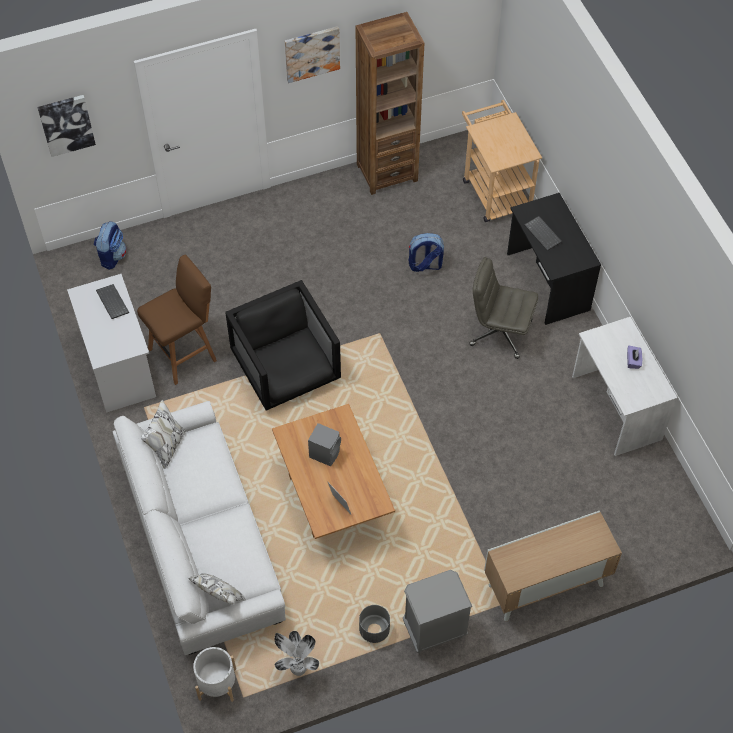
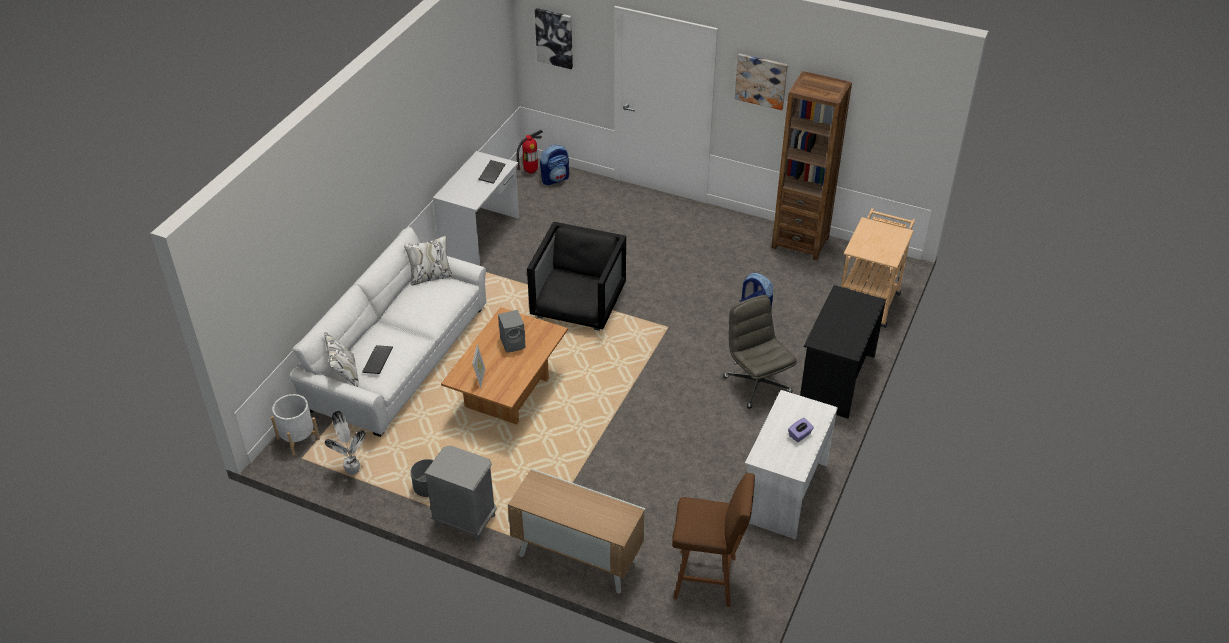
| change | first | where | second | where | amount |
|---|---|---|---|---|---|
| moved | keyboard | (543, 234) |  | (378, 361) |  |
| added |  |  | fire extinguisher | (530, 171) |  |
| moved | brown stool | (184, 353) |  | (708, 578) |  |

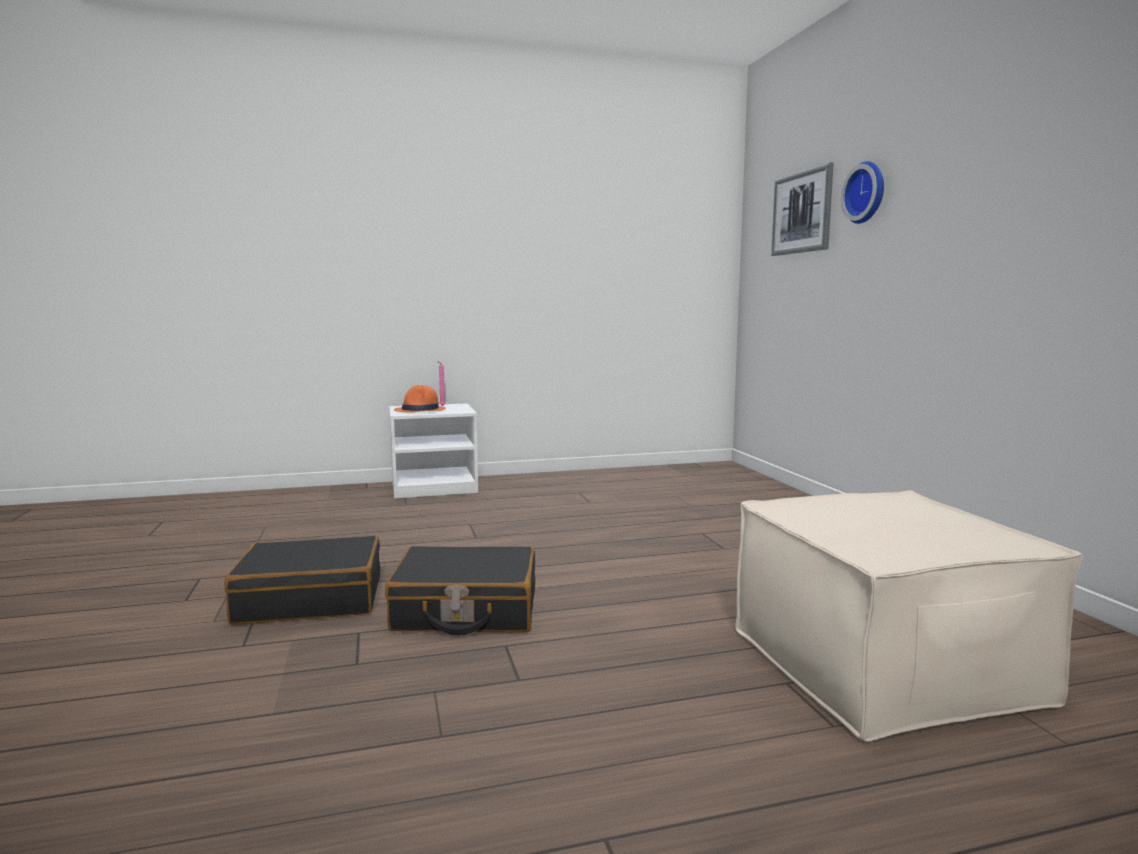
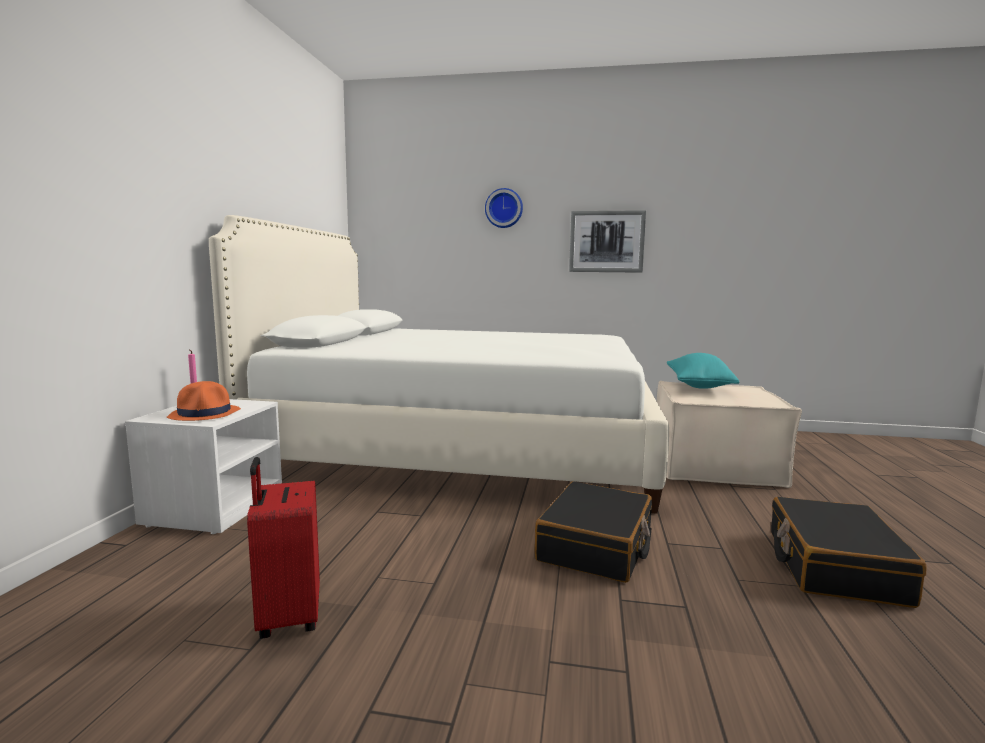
| change | first | where | second | where | amount |
|---|---|---|---|---|---|
| added |  |  | white bed | (463, 448) |  |
| added |  |  | red suitcase | (287, 617) |  |
| moved | picture | (802, 212) |  | (606, 241) |  |
| added |  |  | turquoise pillow | (698, 386) |  |
| moved | black suitcase | (311, 599) |  | (834, 566) |  |

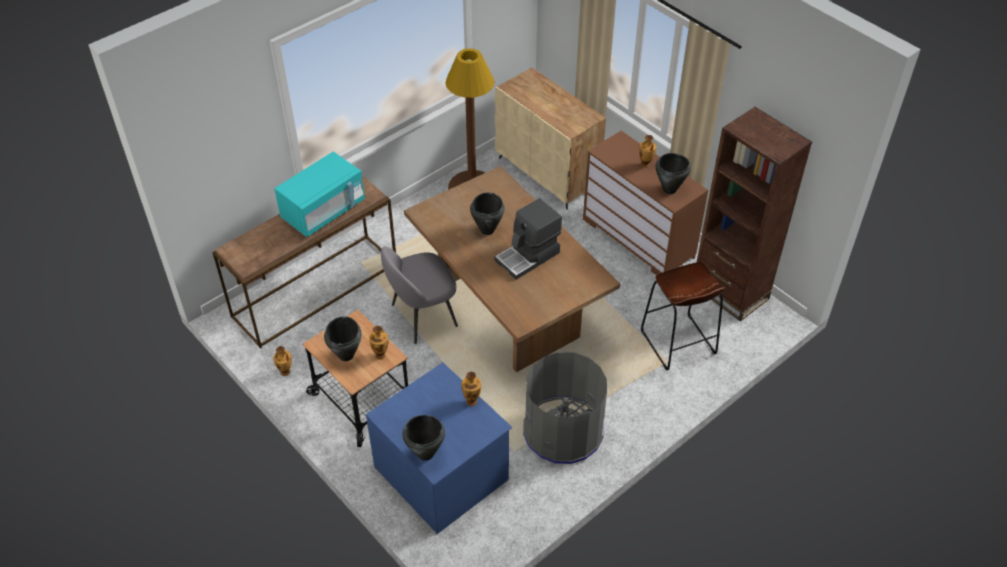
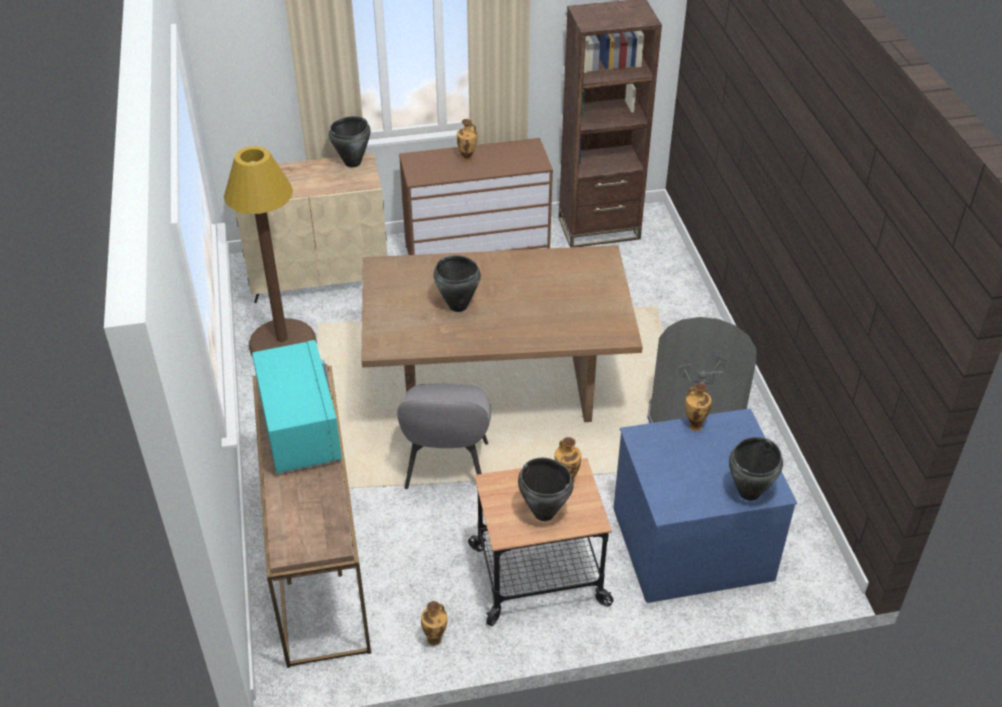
| change | first | where | second | where | amount |
|---|---|---|---|---|---|
| moved | black cooking pot | (670, 189) |  | (353, 163) |  |
| removed | coffee machine | (528, 257) |  |  |  |
| removed | brown stool | (678, 342) |  |  |  |

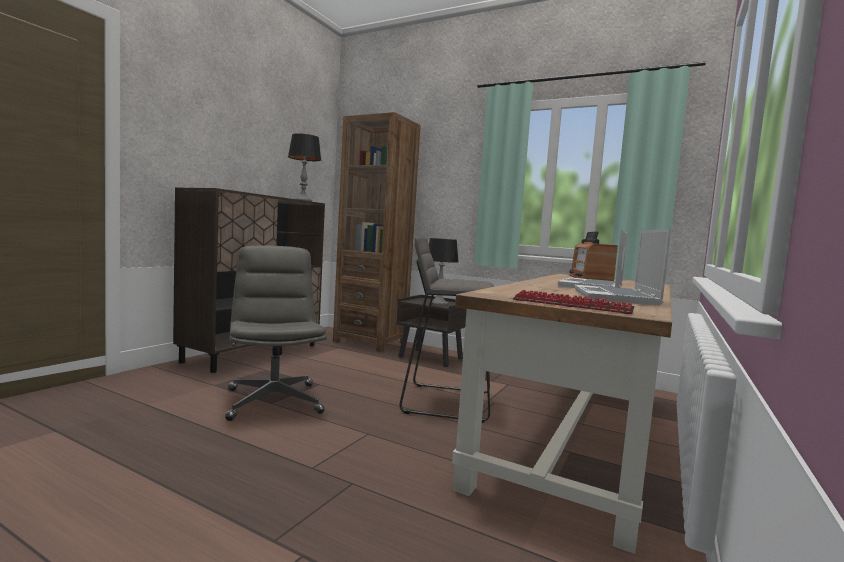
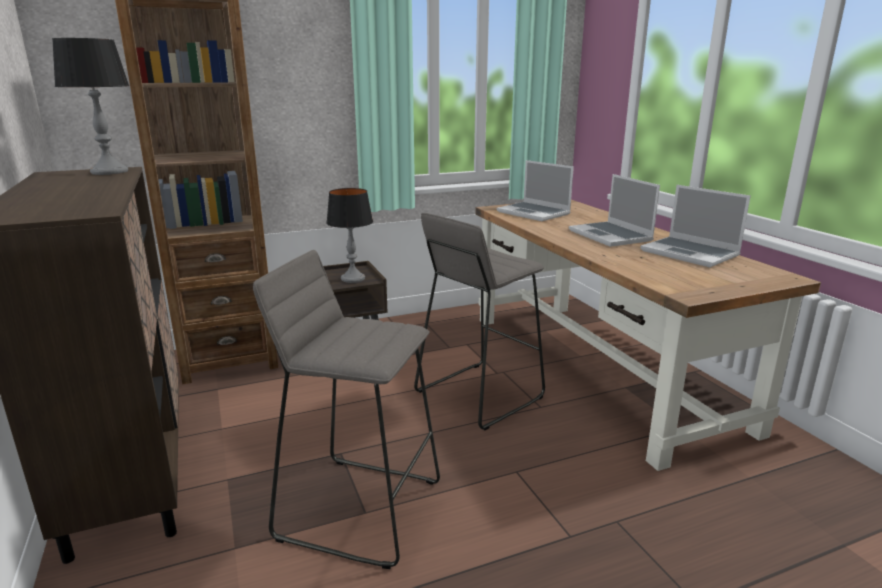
| change | first | where | second | where | amount |
|---|---|---|---|---|---|
| replaced | grey office chair | (273, 400) | grey stool | (360, 508) |  |
| replaced | radio | (590, 278) | laptop | (534, 213) |  |
| removed | keyboard | (571, 305) |  |  |  |

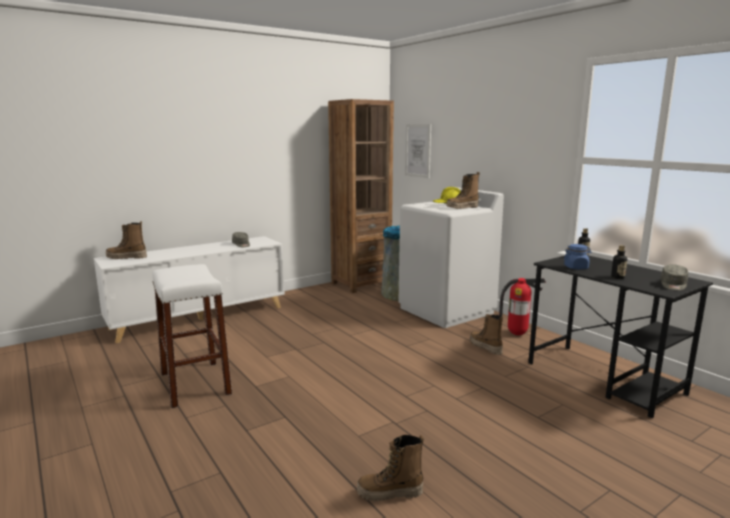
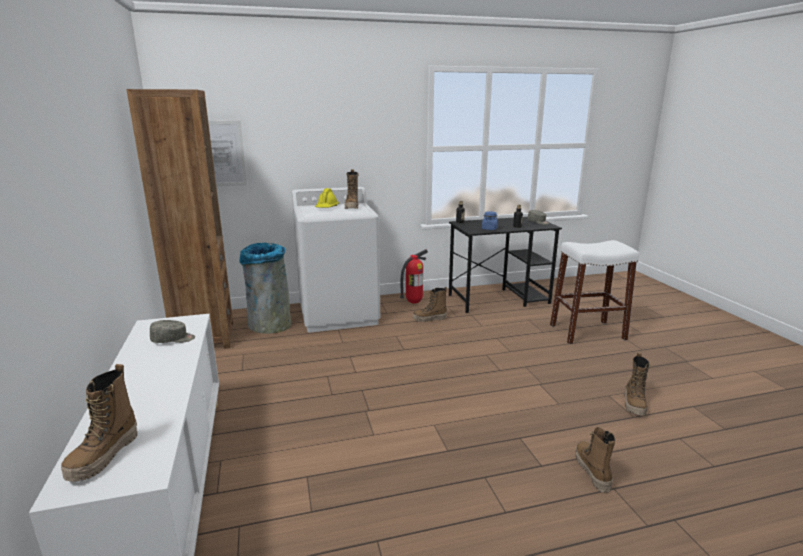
| change | first | where | second | where | amount |
|---|---|---|---|---|---|
| moved | white stool | (195, 384) |  | (587, 332) |  |
| added |  |  | boot | (592, 471) |  |

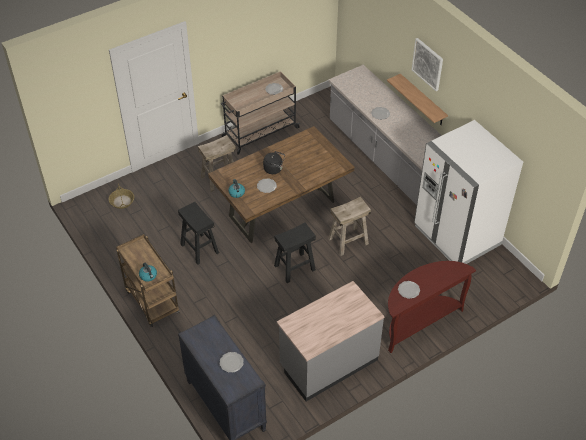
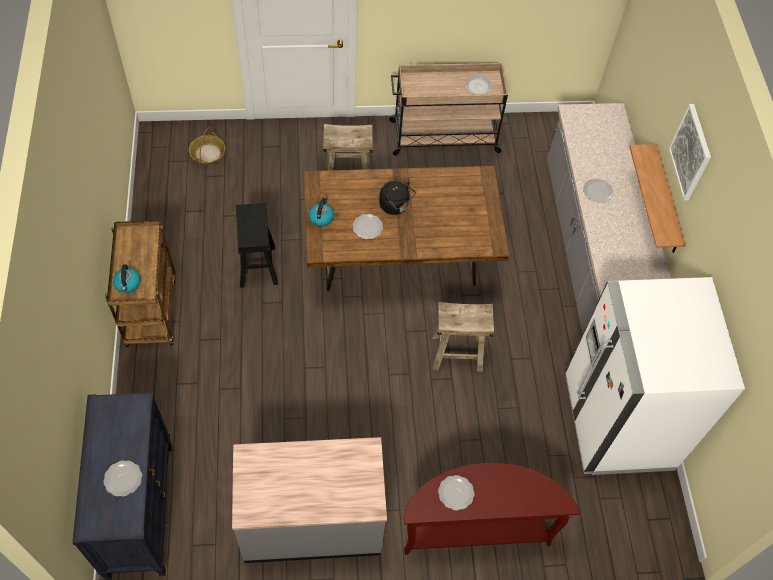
| change | first | where | second | where | amount |
|---|---|---|---|---|---|
| removed | black stool | (294, 268) |  |  |  |

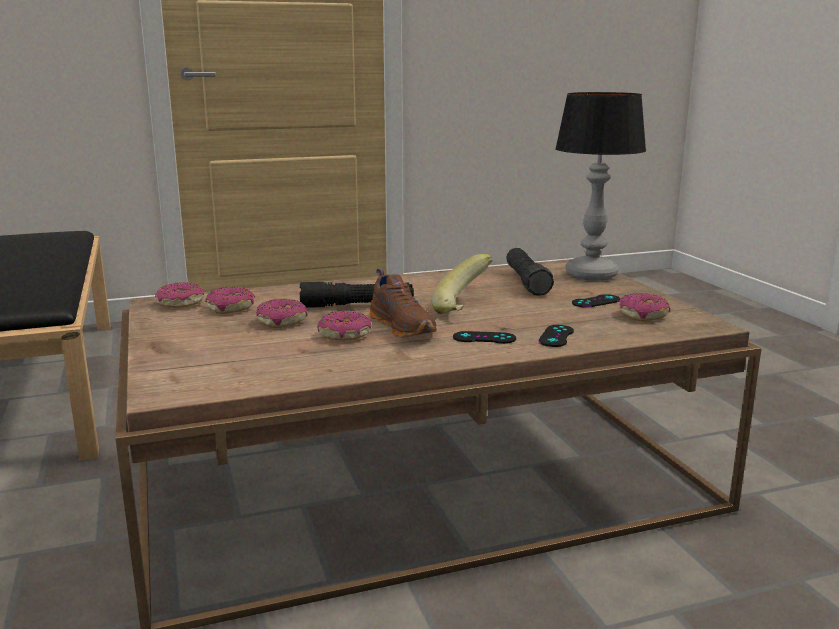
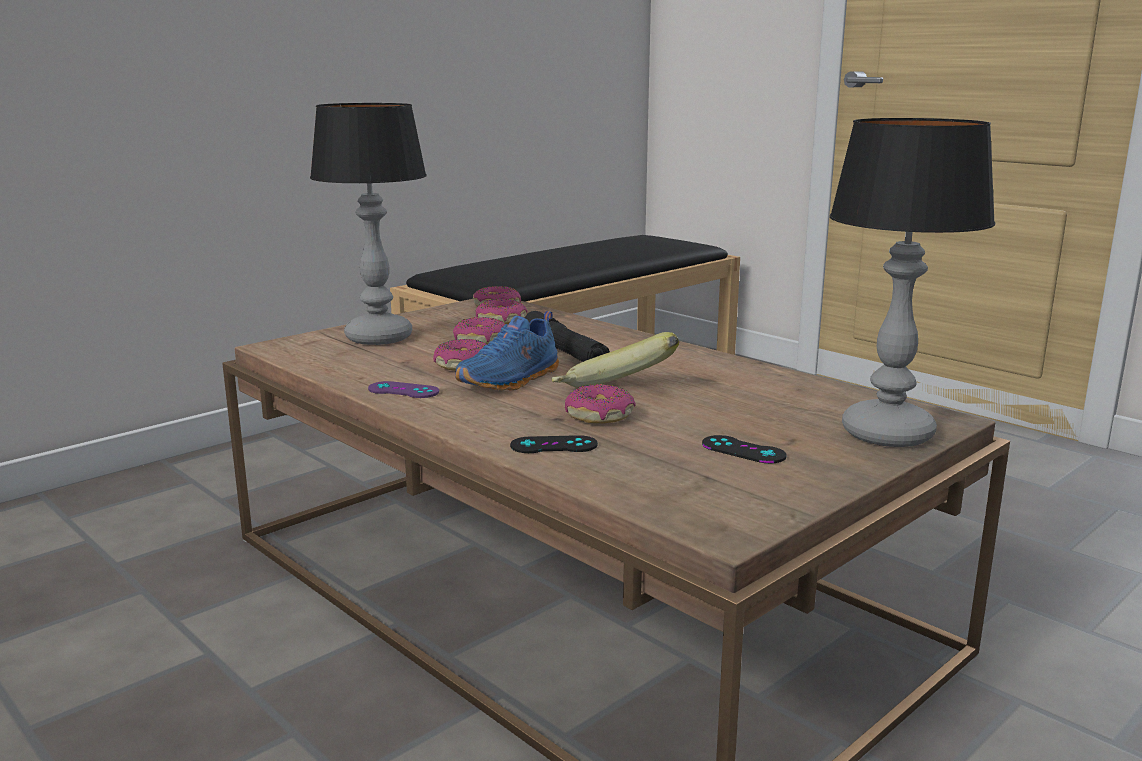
| change | first | where | second | where | amount |
|---|---|---|---|---|---|
| added |  |  | table lamp | (380, 337) |  |
| added |  |  | purple game controller | (403, 390) |  |
| recoloured | brown shoe | (403, 327) | blue shoe | (511, 380) |  |
| moved | donut | (643, 315) |  | (600, 416) |  |
| removed | black game controller | (484, 338) |  |  |  |
| removed | black flashlight | (526, 282) |  |  |  |

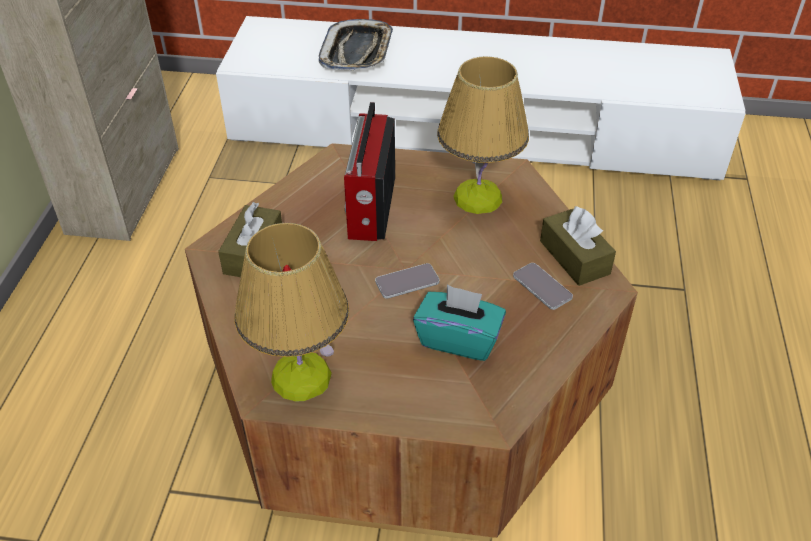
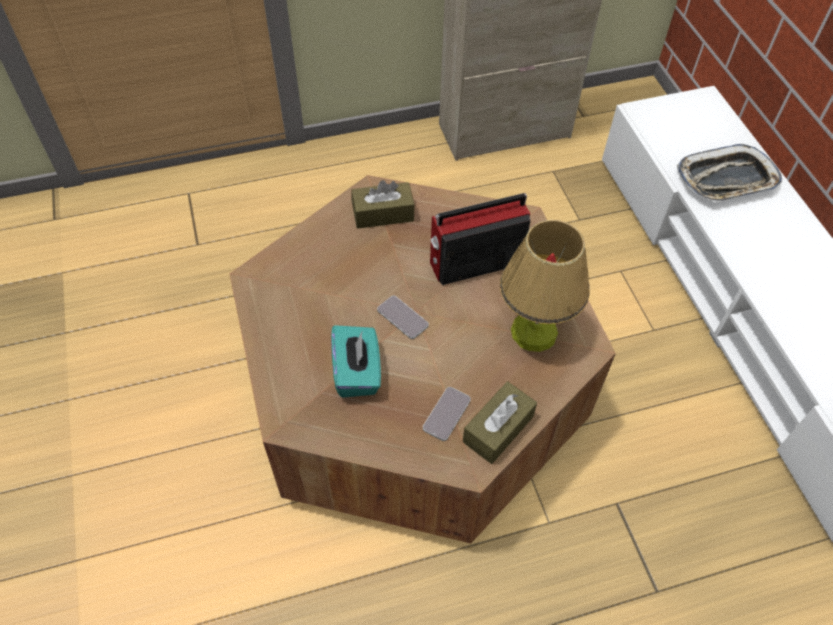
| change | first | where | second | where | amount |
|---|---|---|---|---|---|
| removed | table lamp | (300, 377) |  |  |  |

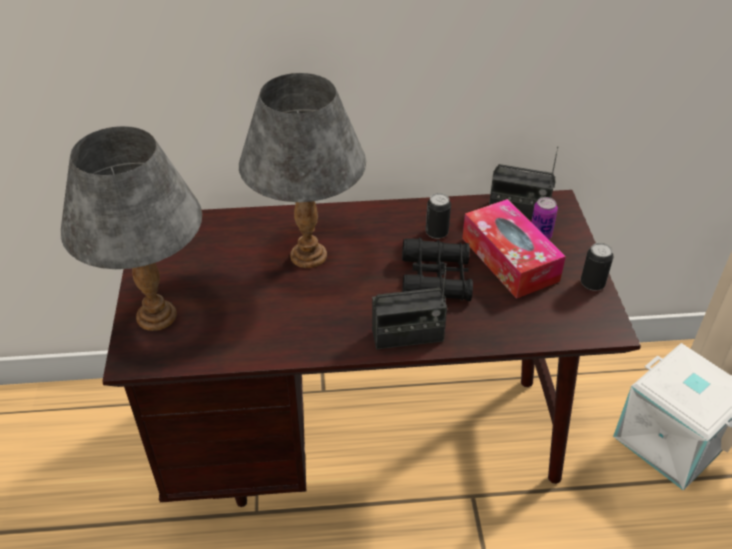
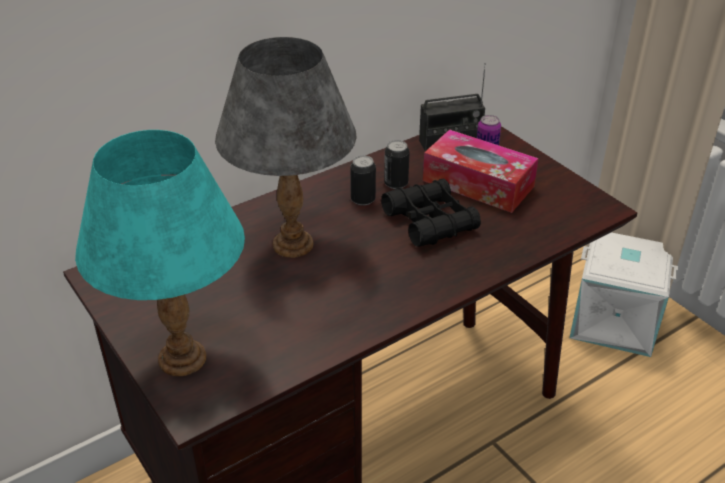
| change | first | where | second | where | amount |
|---|---|---|---|---|---|
| recoloured | grey table lamp | (157, 315) | turquoise table lamp | (182, 357) |  |
| moved | can | (592, 283) |  | (363, 199) |  |
| removed | radio | (407, 336) |  |  |  |

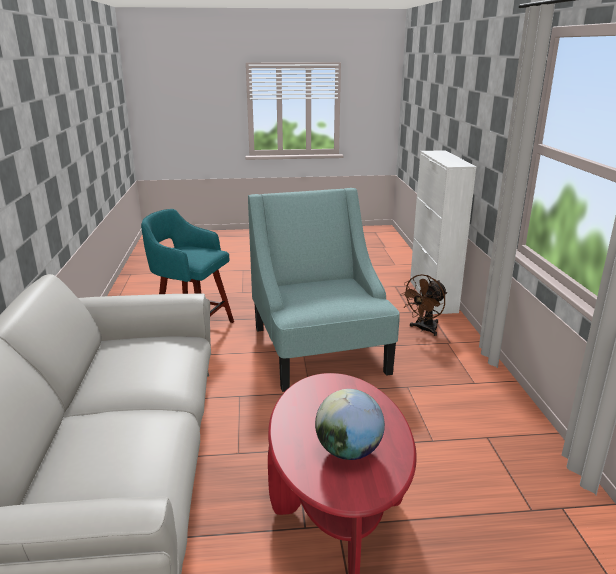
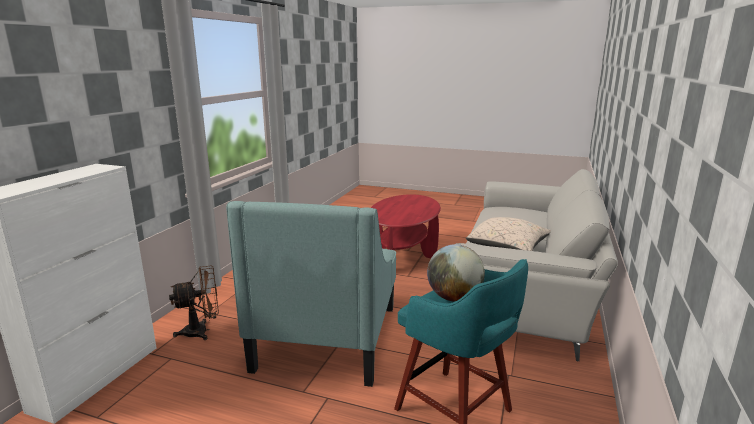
| change | first | where | second | where | amount |
|---|---|---|---|---|---|
| moved | globe | (348, 451) |  | (454, 298) |  |
| added |  |  | beige pillow | (508, 247) |  |

